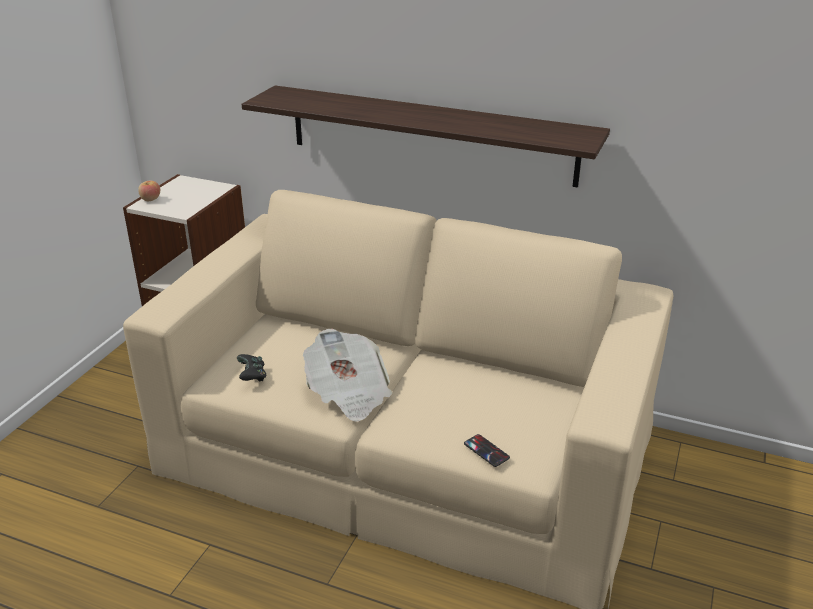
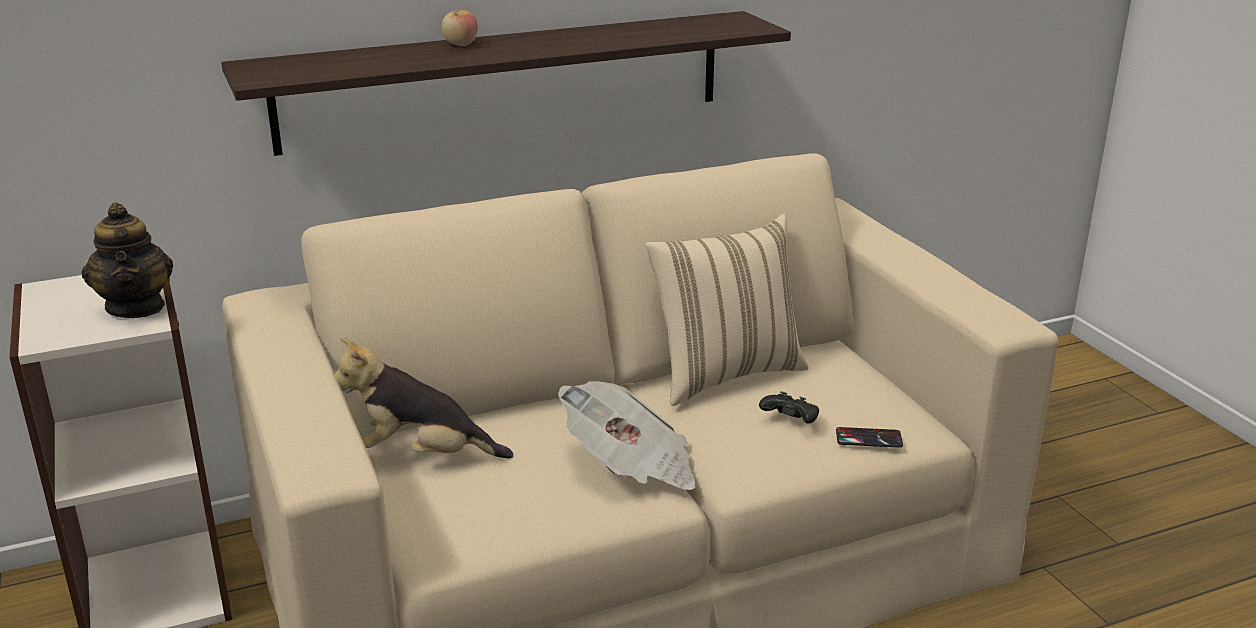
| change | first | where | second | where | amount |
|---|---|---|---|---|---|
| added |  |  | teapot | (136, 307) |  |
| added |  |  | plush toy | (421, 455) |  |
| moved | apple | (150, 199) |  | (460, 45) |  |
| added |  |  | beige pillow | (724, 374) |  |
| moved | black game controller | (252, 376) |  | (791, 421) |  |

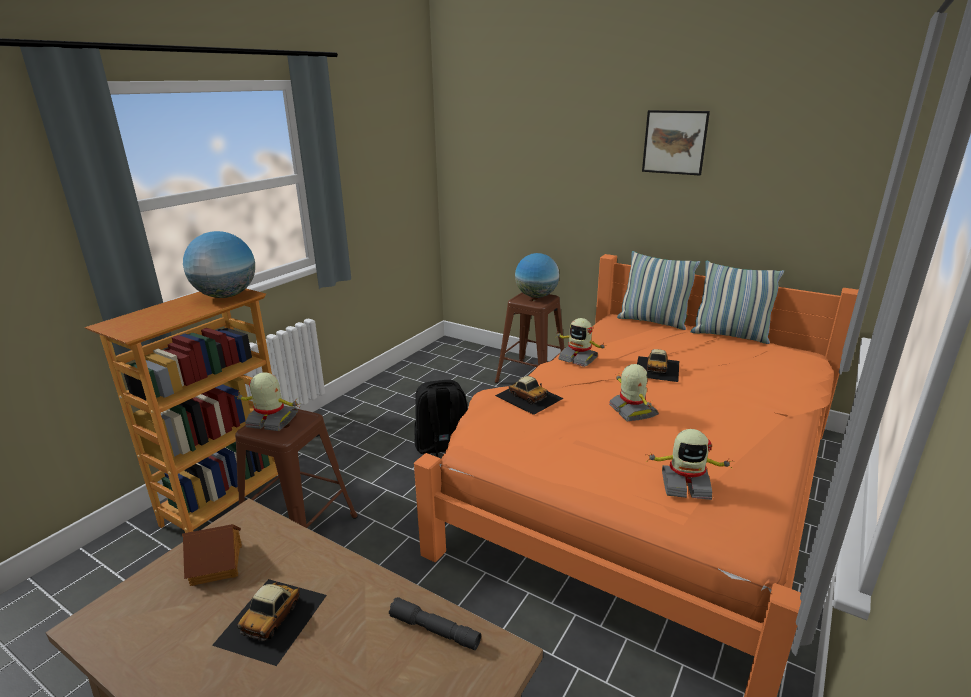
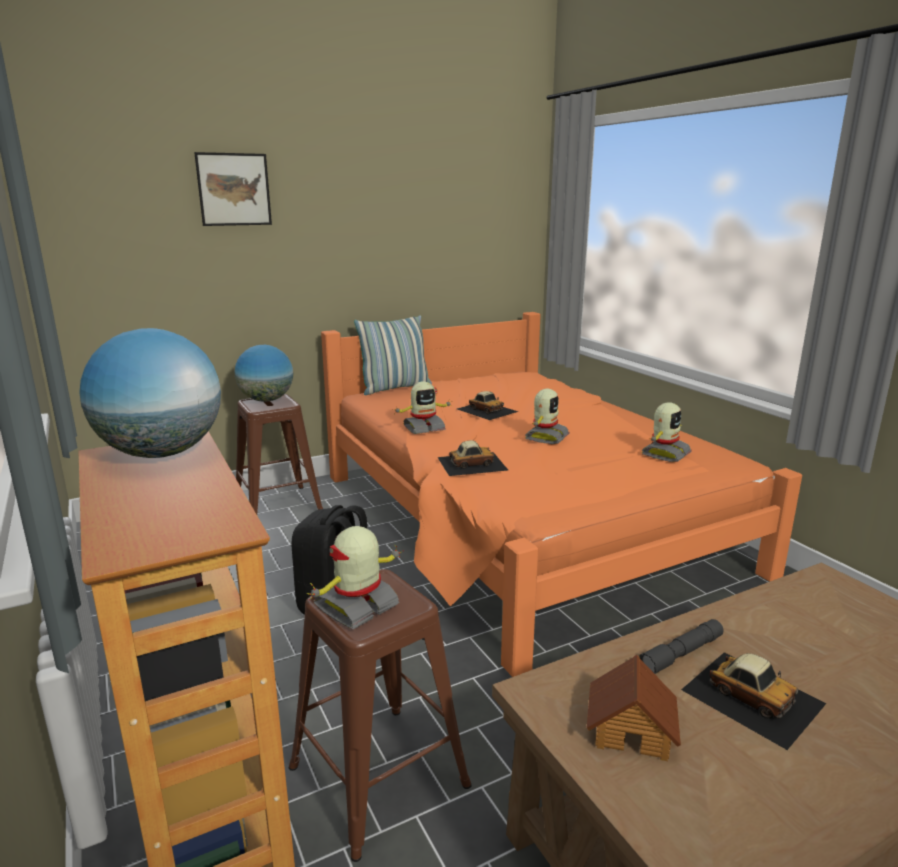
| change | first | where | second | where | amount |
|---|---|---|---|---|---|
| moved | picture | (674, 142) |  | (234, 189) |  |
| turned | toy robot | (632, 411) |  | (545, 437) | 105 degrees clockwise |
| moved | grey flashlight | (434, 630) |  | (681, 654) |  |
| removed | pillow | (729, 335) |  |  |  |

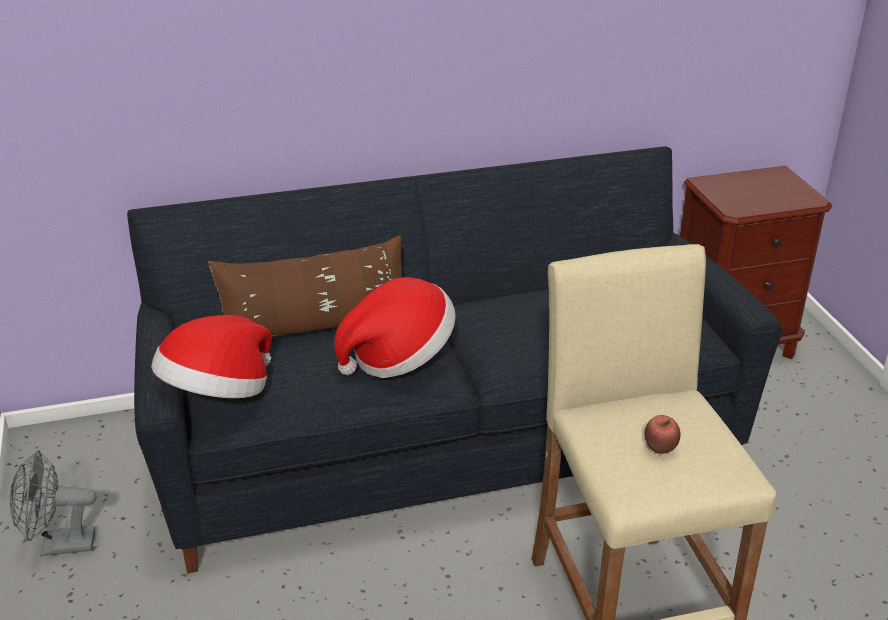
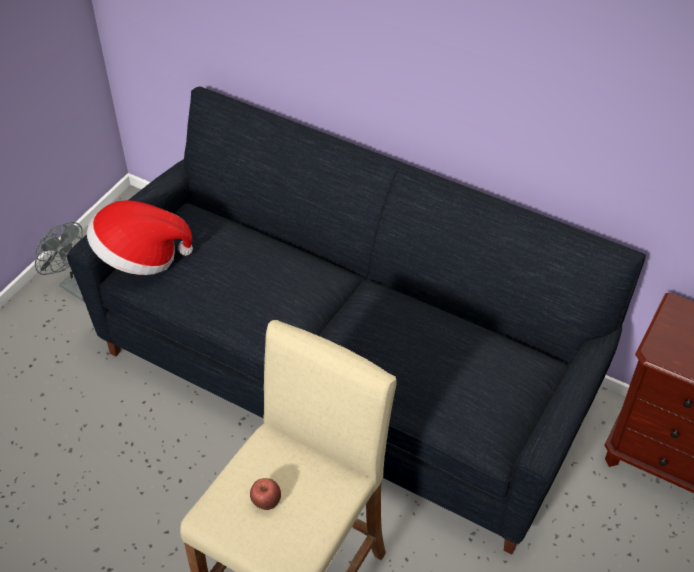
| change | first | where | second | where | amount |
|---|---|---|---|---|---|
| removed | brown pillow | (316, 328) |  |  |  |
| removed | hat | (399, 356) |  |  |  |

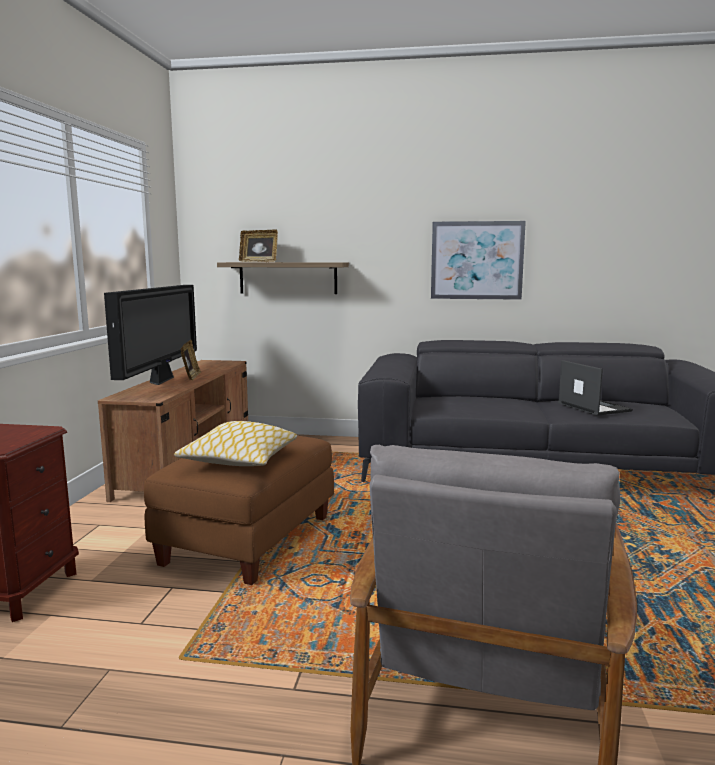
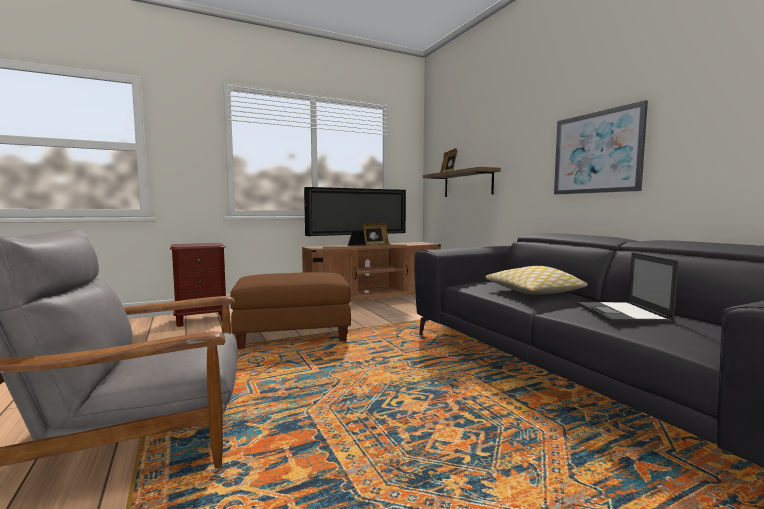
| change | first | where | second | where | amount |
|---|---|---|---|---|---|
| moved | pillow | (240, 459) |  | (534, 292) |  |
| turned | laptop | (593, 407) |  | (622, 313) | 150 degrees clockwise |

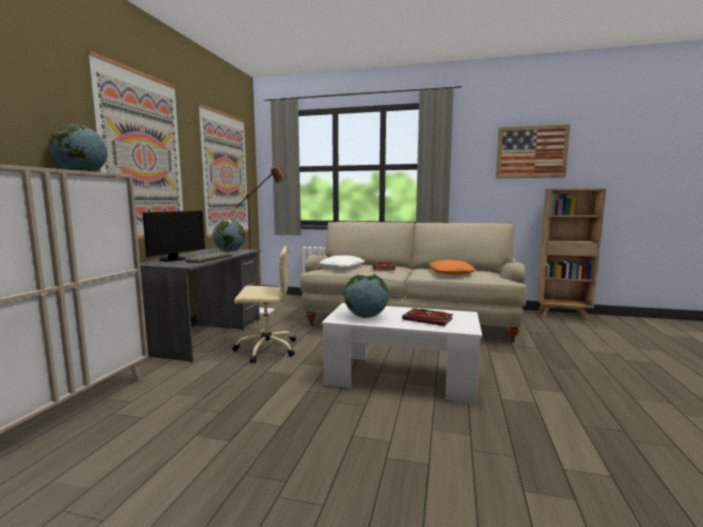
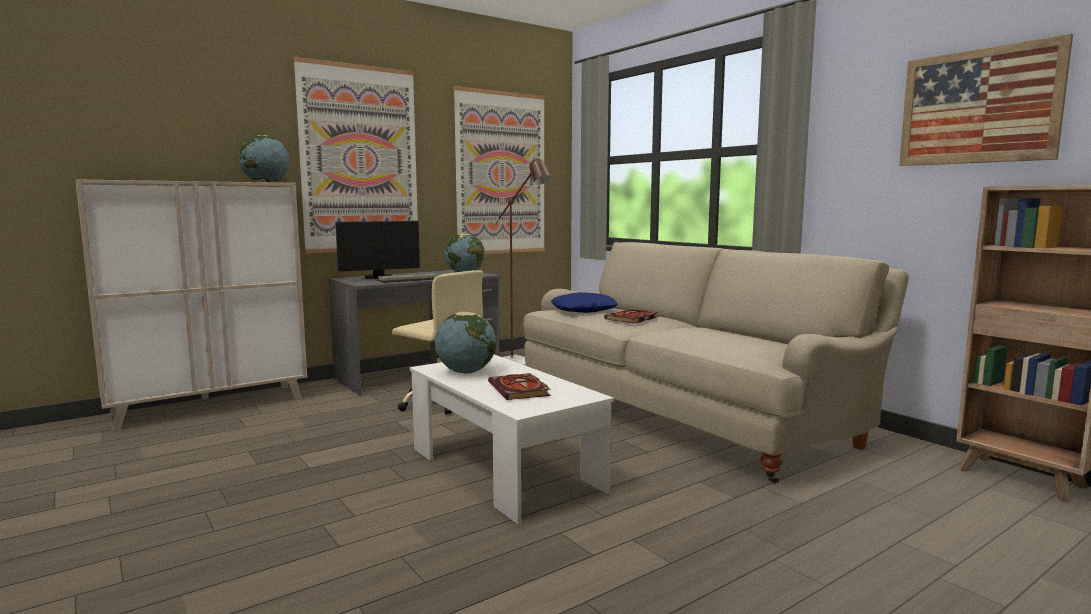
| change | first | where | second | where | amount |
|---|---|---|---|---|---|
| recoloured | white pillow | (343, 267) | blue pillow | (583, 310) |  |
| removed | orange pillow | (451, 272) |  |  |  |

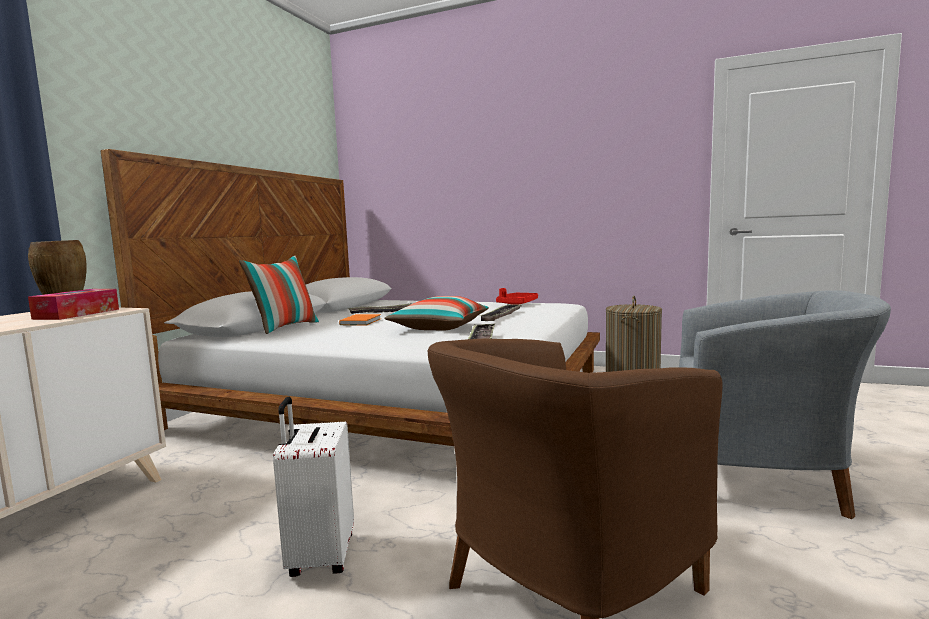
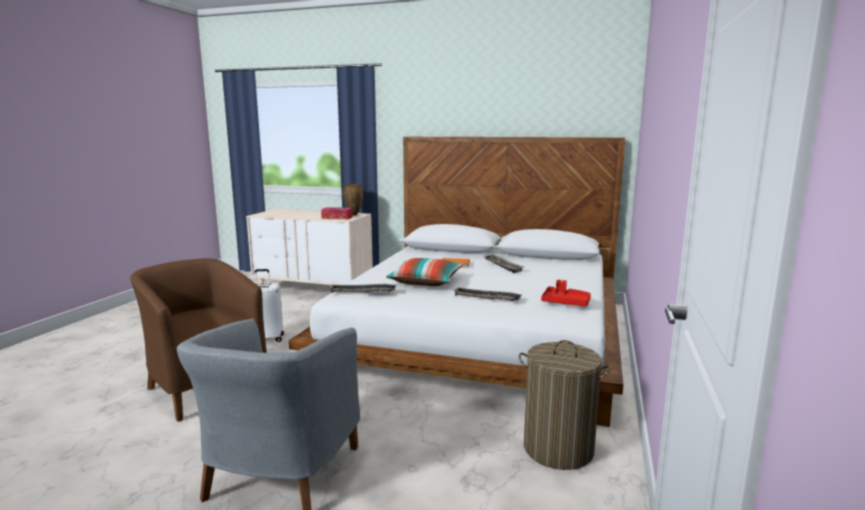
| change | first | where | second | where | amount |
|---|---|---|---|---|---|
| removed | pillow | (285, 328) |  |  |  |

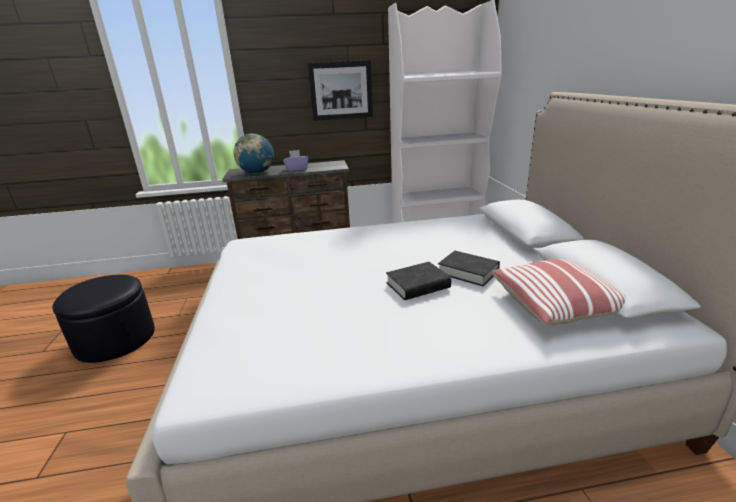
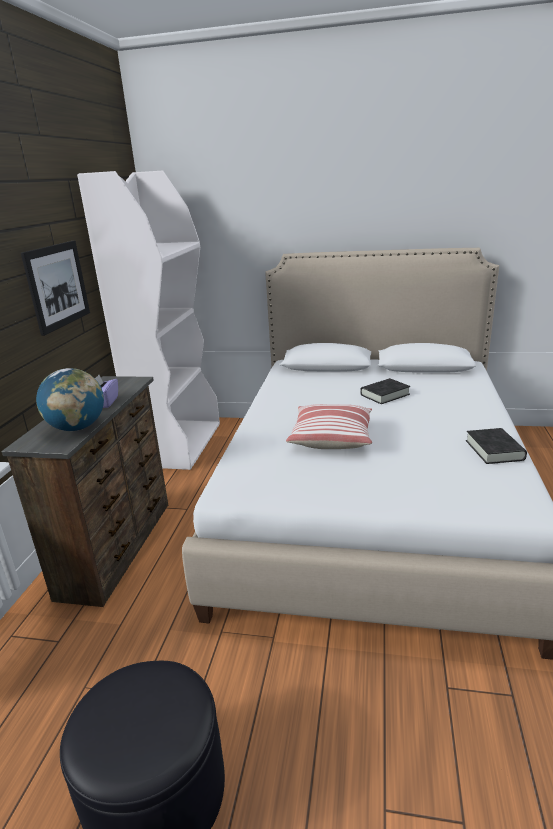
| change | first | where | second | where | amount |
|---|---|---|---|---|---|
| moved | pillow | (557, 305) |  | (331, 438) |  |
| moved | black book | (418, 285) |  | (494, 450) |  |

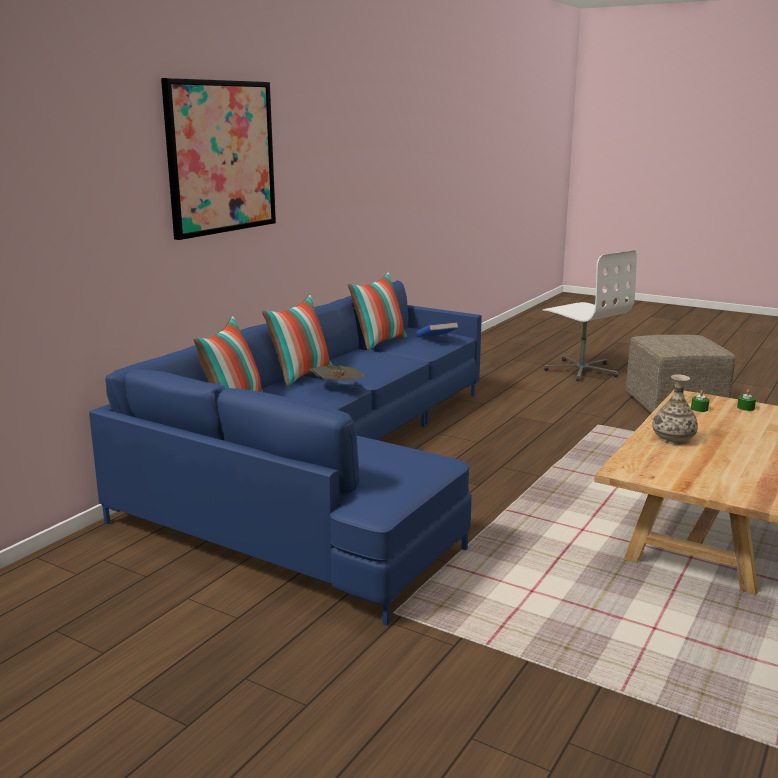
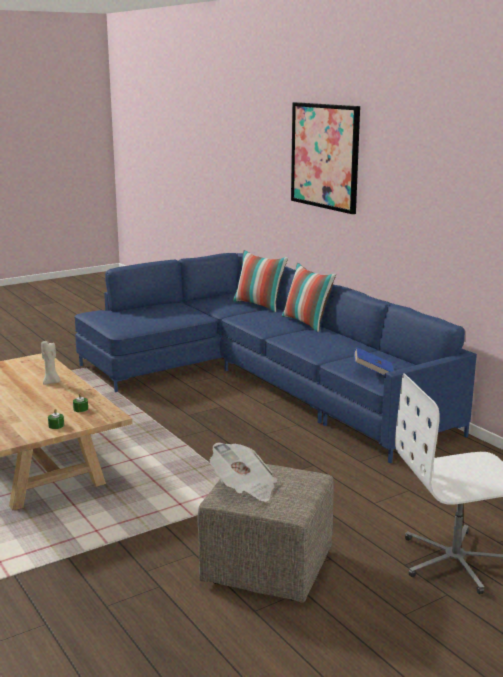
| change | first | where | second | where | amount |
|---|---|---|---|---|---|
| replaced | vase | (673, 439) | beige candle | (51, 382) |  |
| moved | newspaper | (339, 388) |  | (244, 488) |  |
| removed | pillow | (378, 342) |  |  |  |

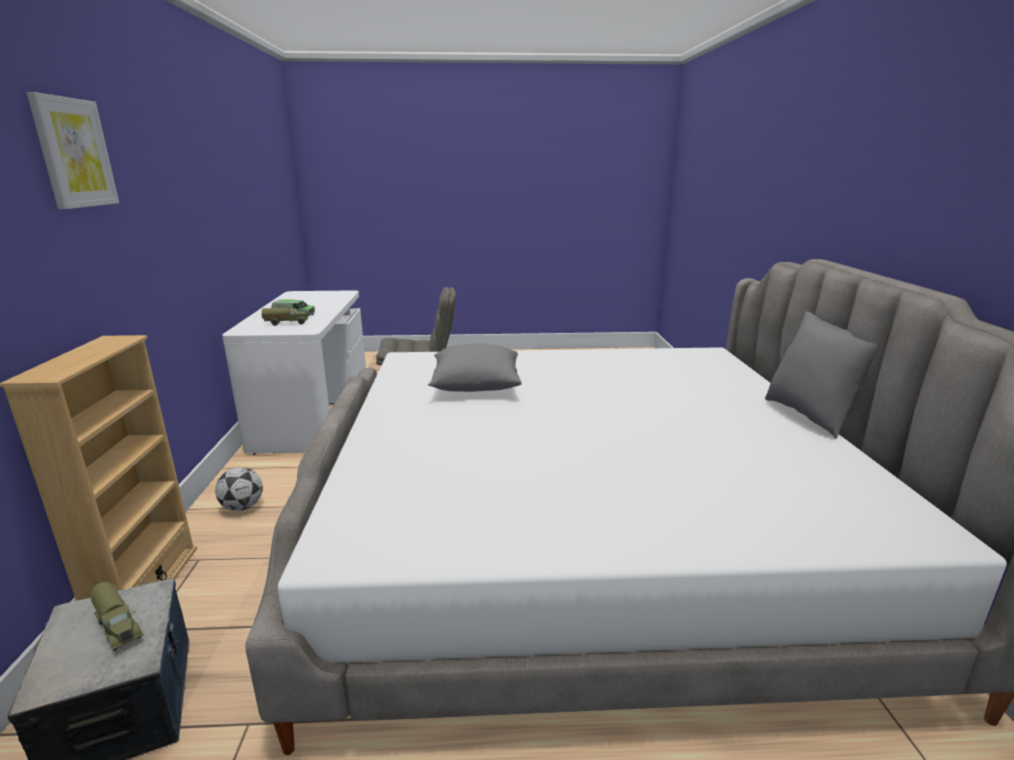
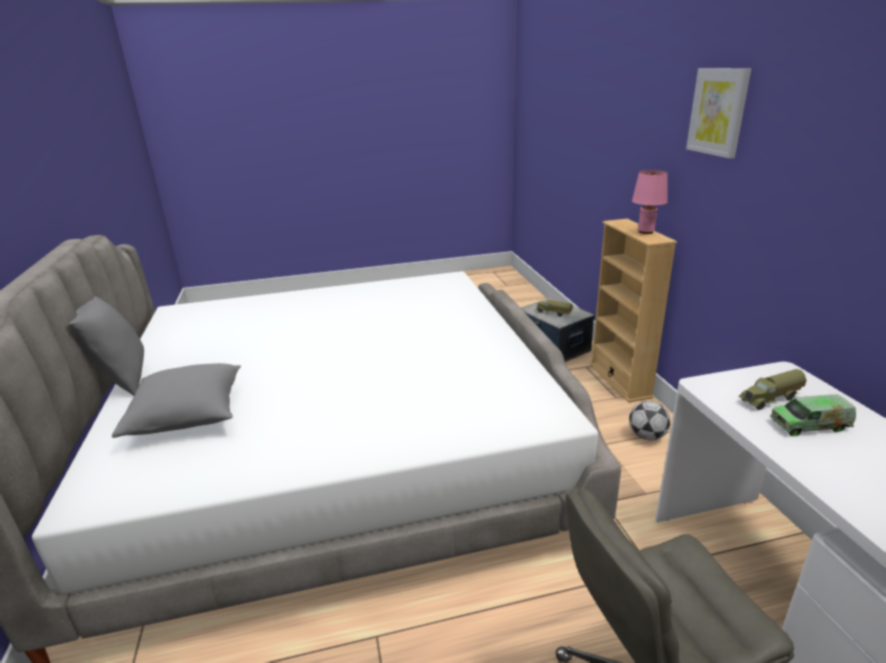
| change | first | where | second | where | amount |
|---|---|---|---|---|---|
| moved | grey pillow | (475, 386) |  | (188, 416) |  |
| added |  |  | pink table lamp | (646, 232) |  |

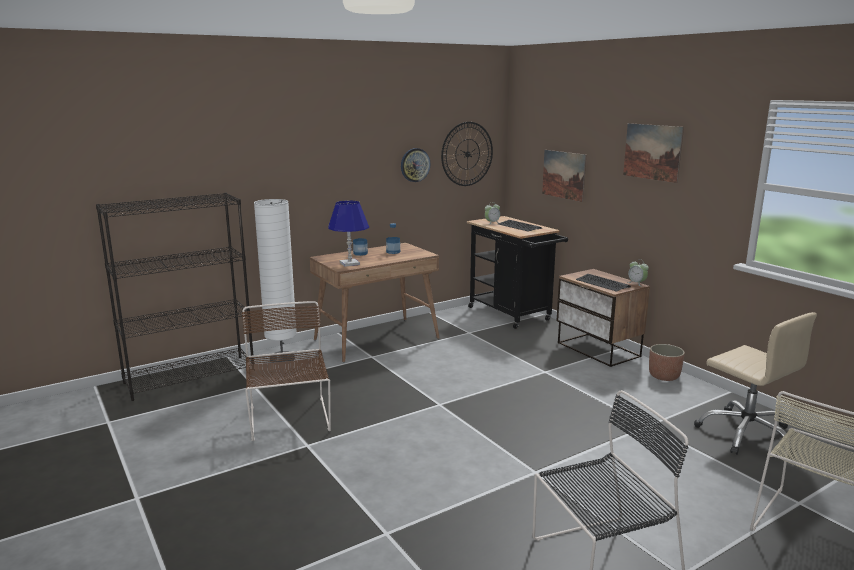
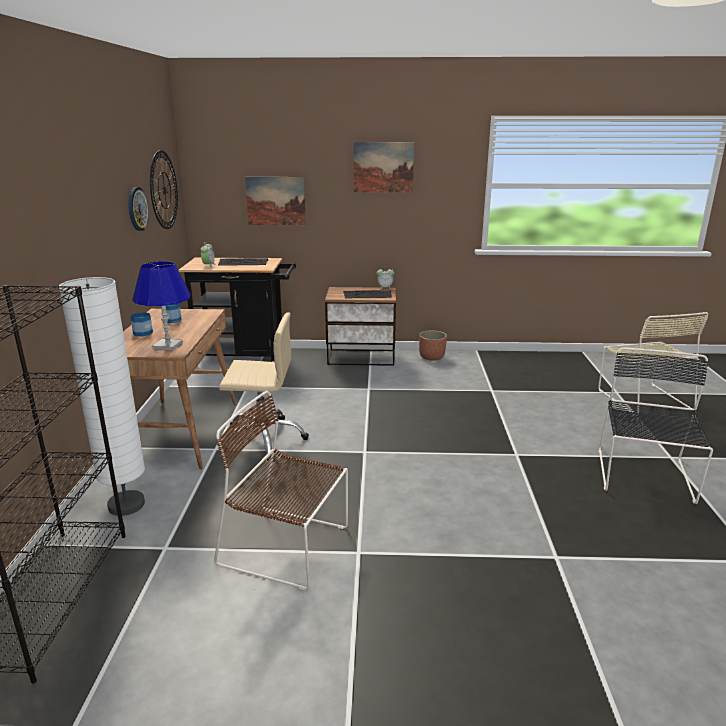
| change | first | where | second | where | amount |
|---|---|---|---|---|---|
| moved | beige office chair | (746, 434) |  | (263, 438) |  |

